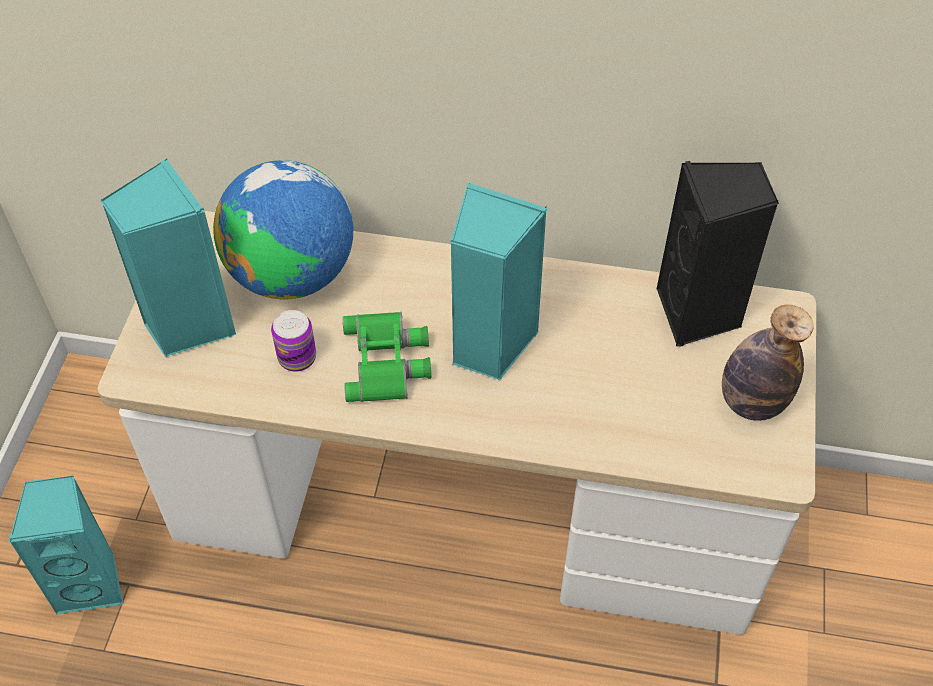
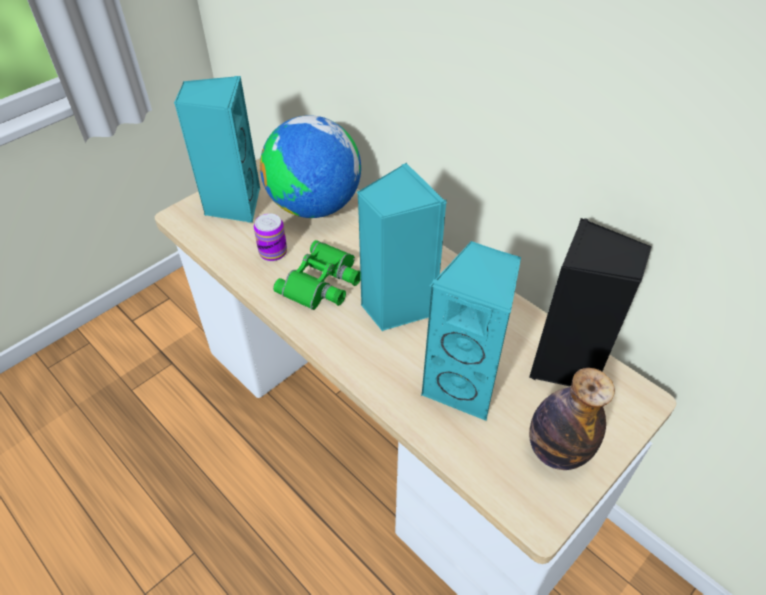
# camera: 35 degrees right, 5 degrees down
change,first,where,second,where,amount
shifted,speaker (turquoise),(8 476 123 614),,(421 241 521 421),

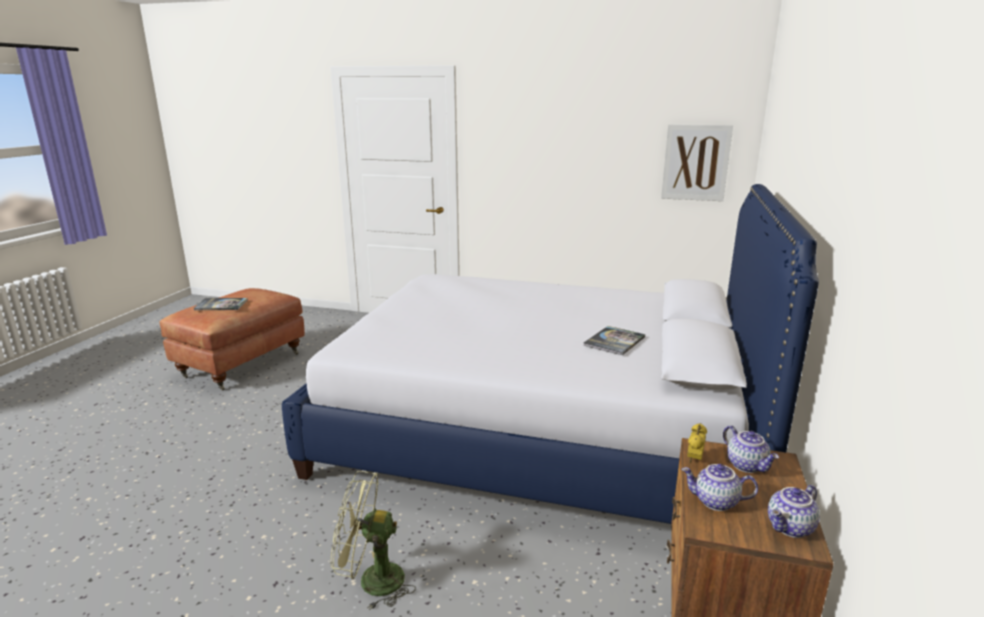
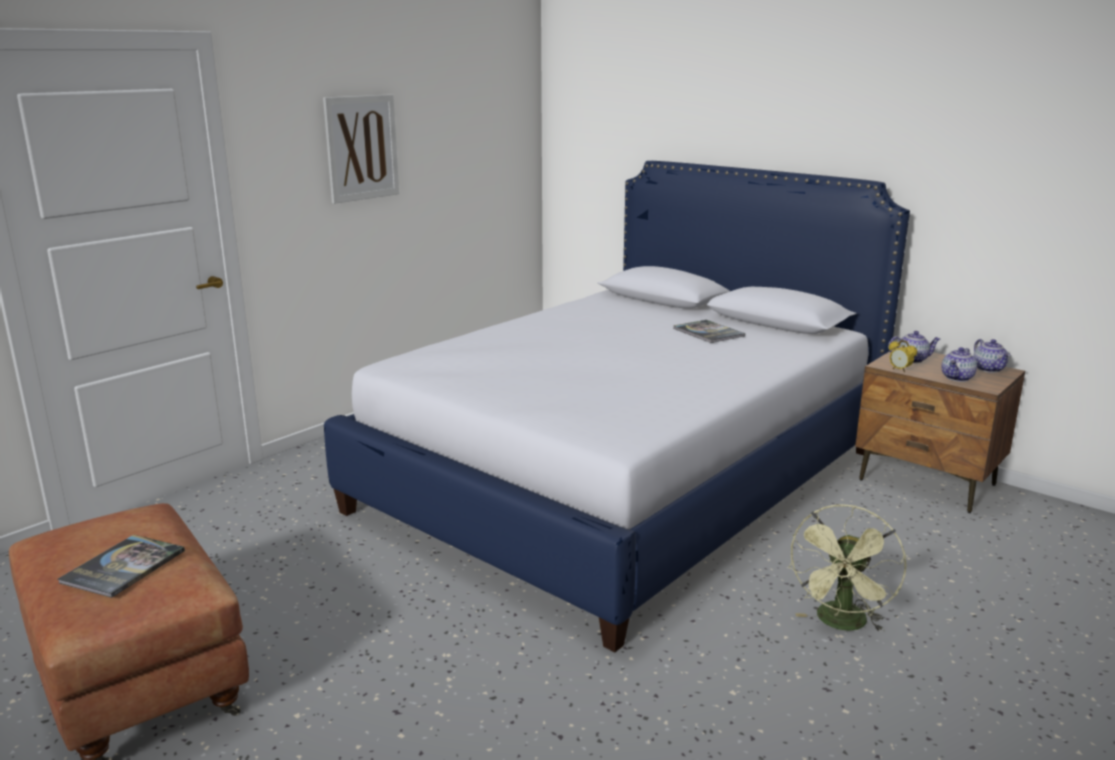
# camera: 65 degrees left, 0 degrees up
change,first,where,second,where,amount
shifted,picture,(661 124 733 201),,(323 94 399 204),

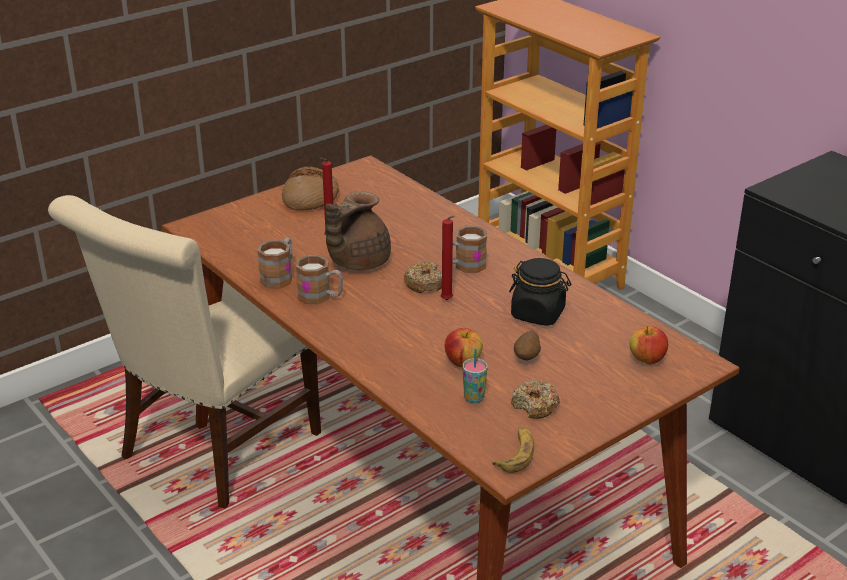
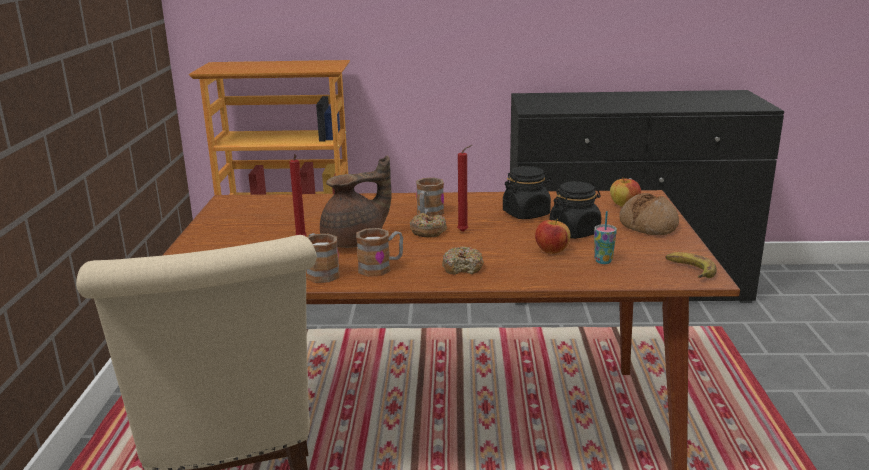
# camera: 50 degrees left, 10 degrees down
change,first,where,second,where,amount
shifted,bread,(282 167 339 210),,(619 193 679 235),
rotated,teapot (brown),(326 191 391 270),,(320 156 391 248),105 degrees counterclockwise
shifted,donut,(511 380 560 419),,(442 247 484 275),
swapped,potato,(514 331 541 361),jar (black),(550 181 601 239),

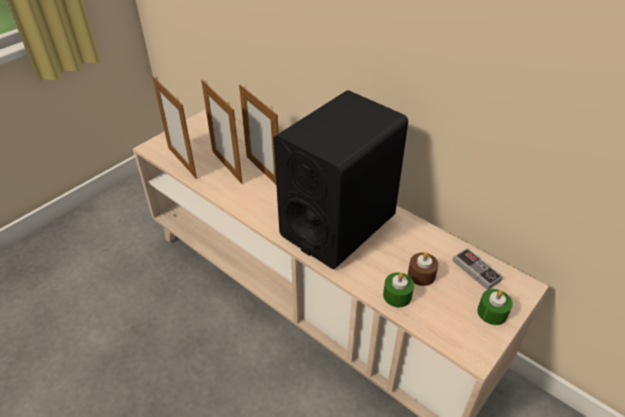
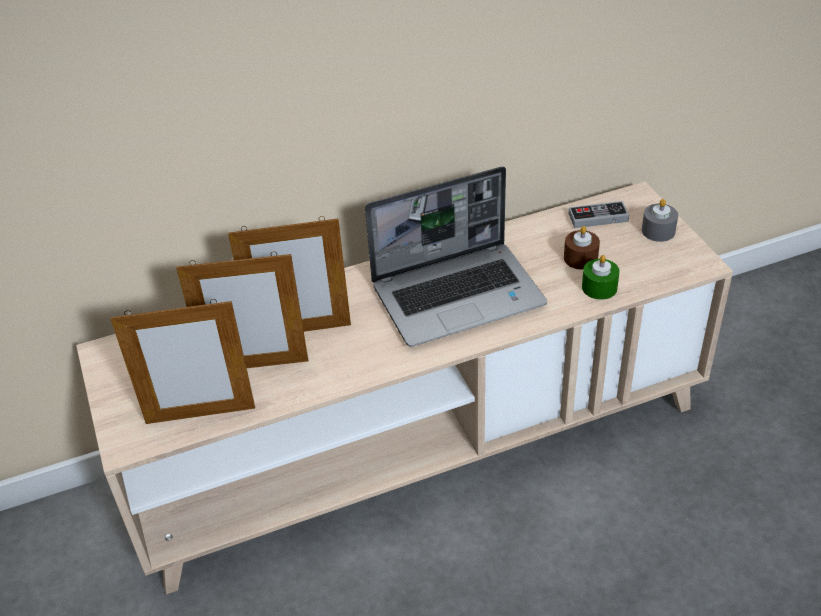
# camera: 60 degrees left, 0 degrees up
change,first,where,second,where,amount
swapped,speaker (black),(273 90 408 269),laptop,(365 166 547 347),
repainted,candle (green),(477 289 513 325),candle (grey),(642 199 678 242),

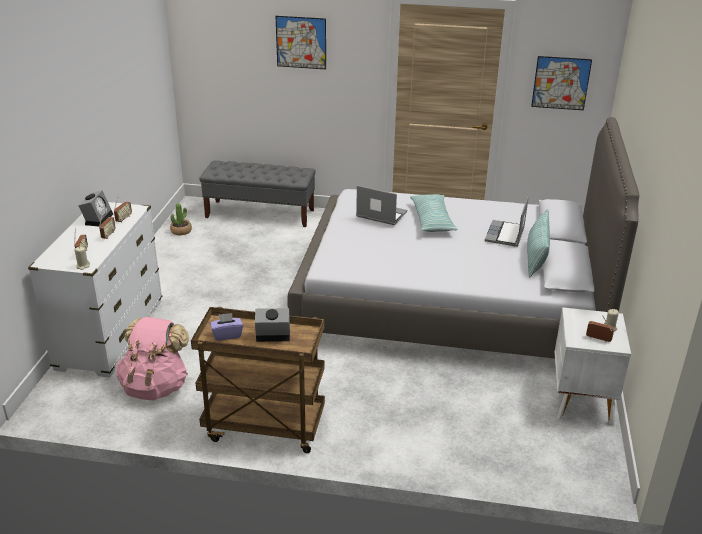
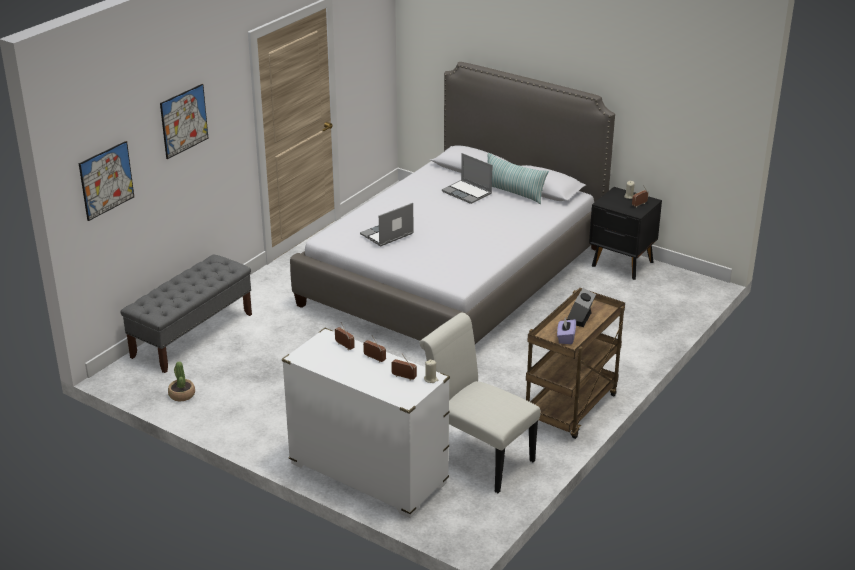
# camera: 65 degrees left, 0 degrees up
change,first,where,second,where,amount
gone,alarm clock,(78 190 113 226),,,
swapped,backpack (pink),(116 317 189 401),chair (white),(419 312 541 493),
gone,pillow,(410 194 458 232),,,
shifted,picture,(531 56 592 110),,(79 141 134 221),
repainted,nightstand (white),(554 307 631 425),nightstand (black),(589 187 662 280),

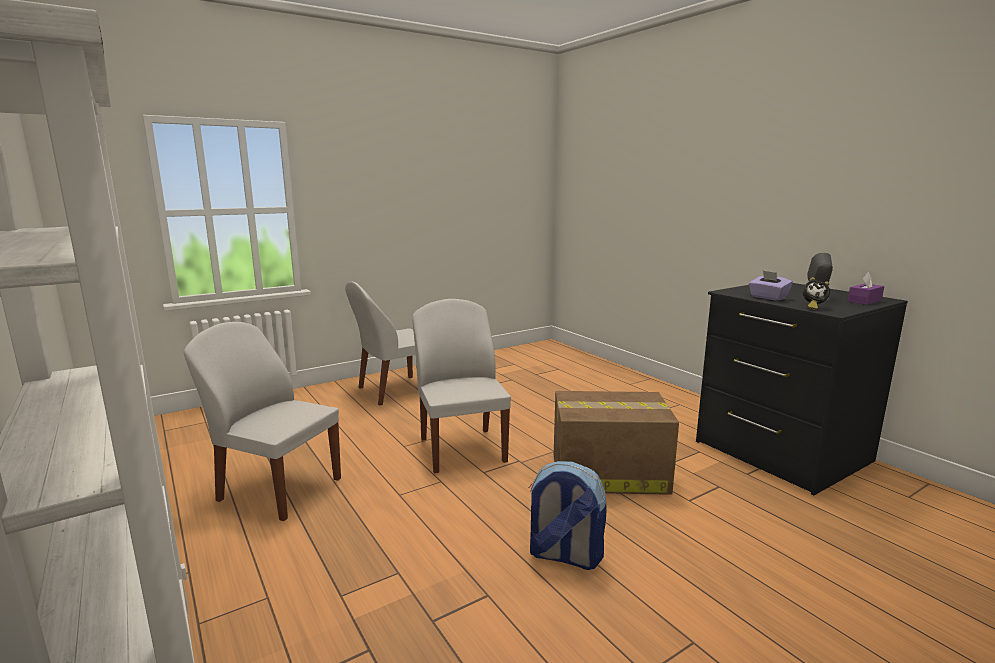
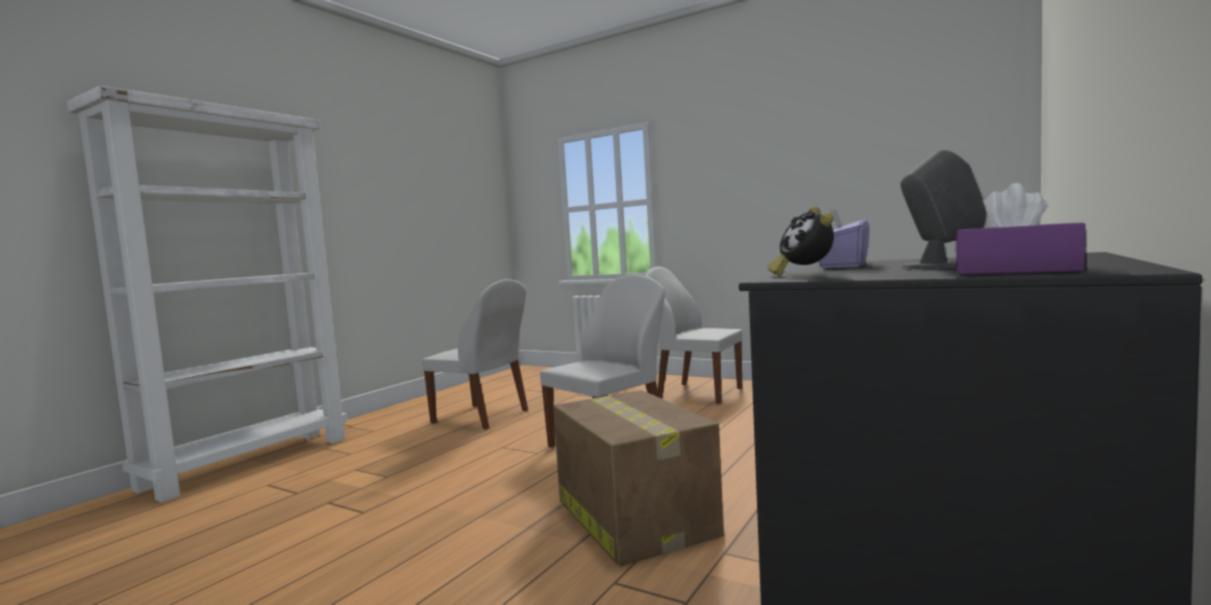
# camera: 65 degrees right, 10 degrees down
change,first,where,second,where,amount
rotated,chair (white),(184 322 341 521),,(422 279 528 430),120 degrees clockwise
gone,backpack,(529 461 607 570),,,

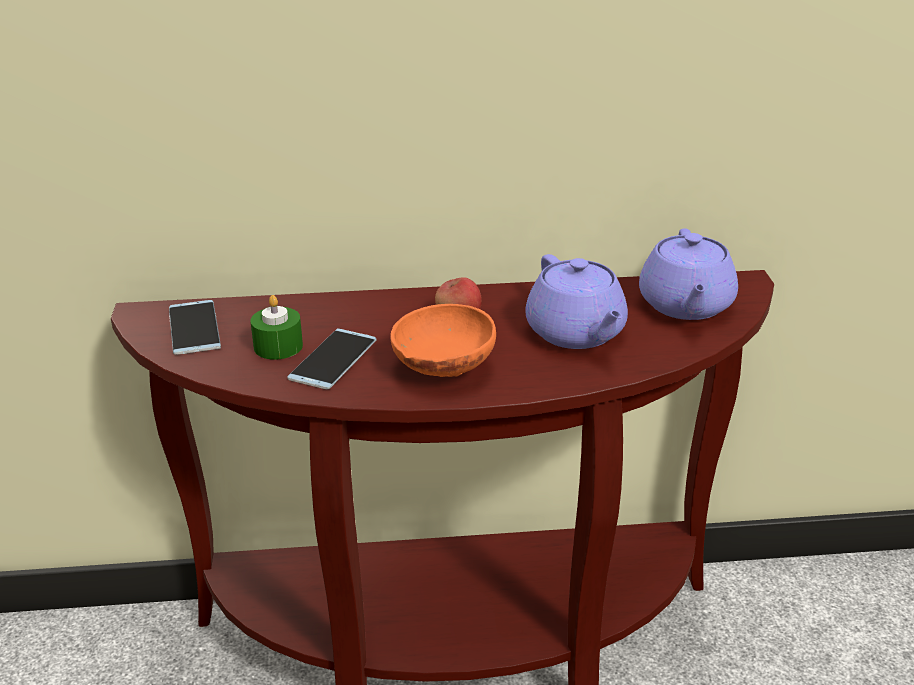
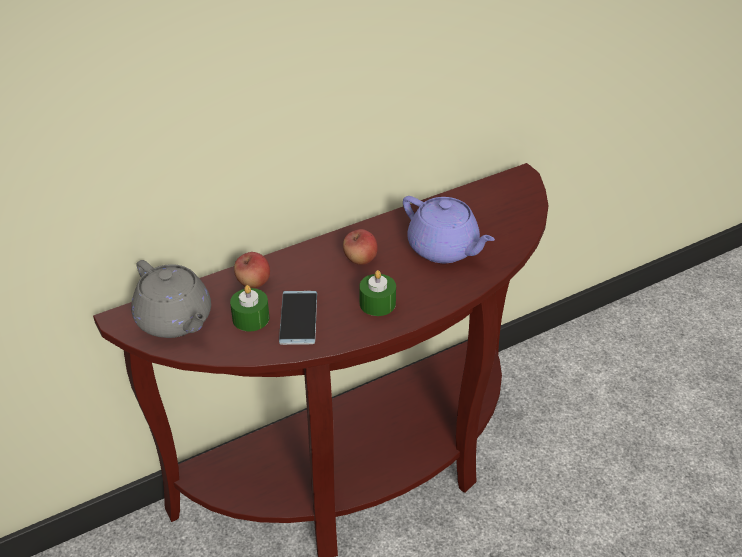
# camera: 25 degrees left, 10 degrees up
change,first,where,second,where,amount
swapped,phone,(169 300 221 355),teapot (grey),(131 260 211 338),
swapped,bowl (orange),(390 304 496 377),candle (green),(359 270 396 316),
gone,teapot (purple),(639 229 738 320),,,
new,,,apple,(234 252 270 288),

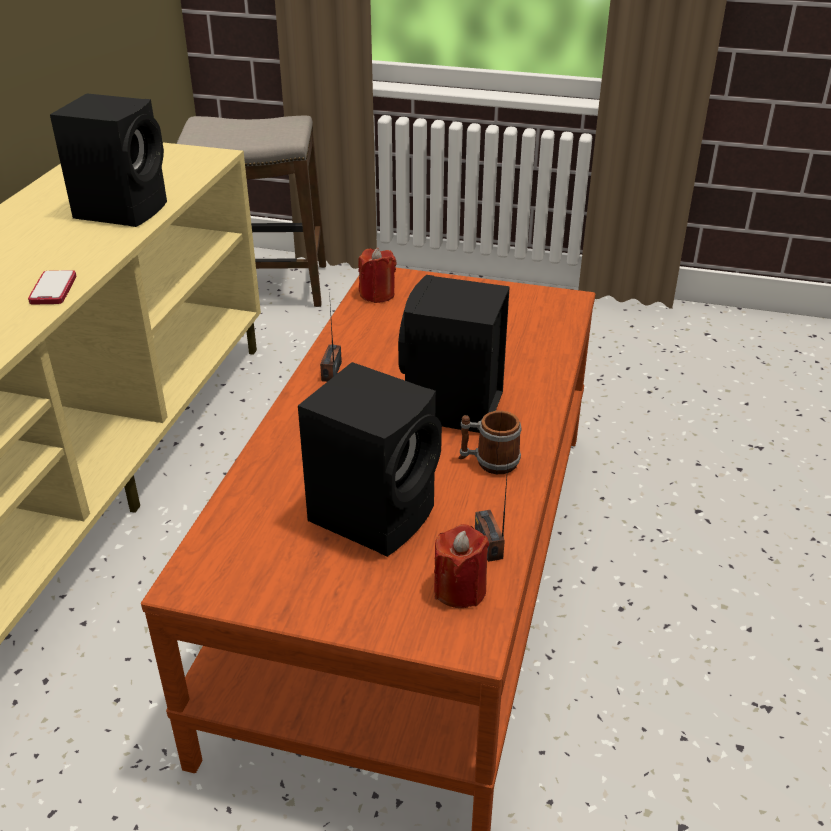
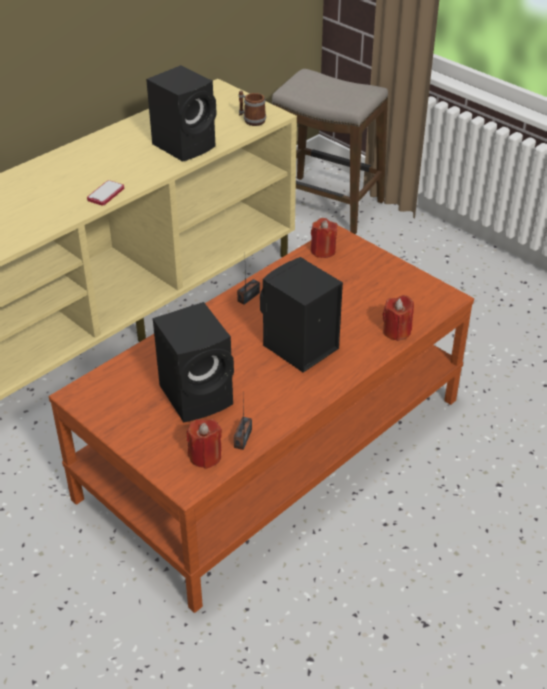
# camera: 30 degrees right, 5 degrees up
change,first,where,second,where,amount
shifted,mug,(458 411 521 474),,(239 91 266 126),
new,,,candle (red),(383 295 414 341),

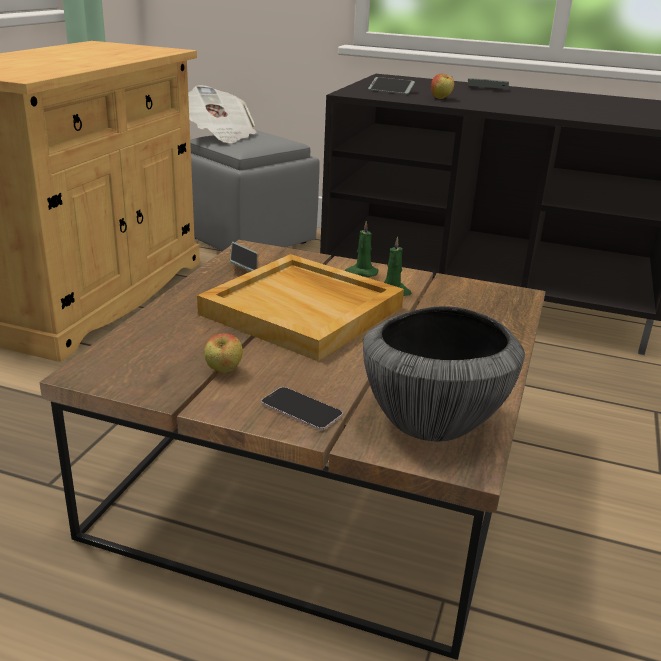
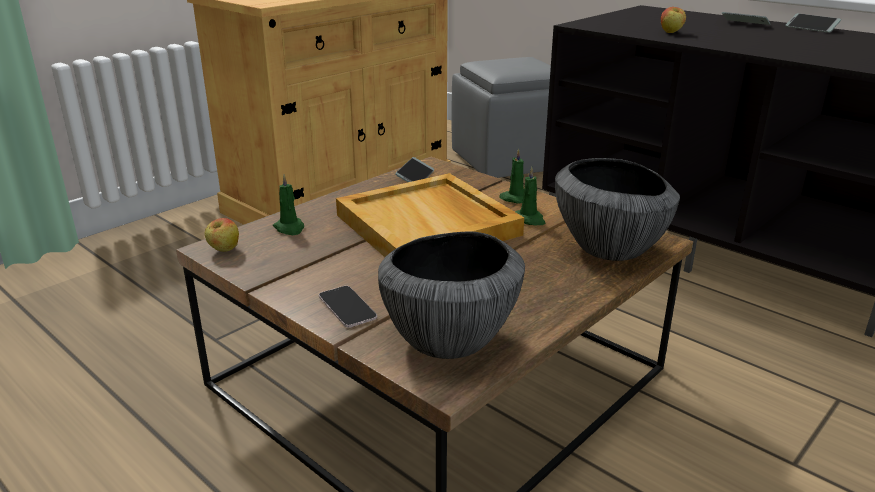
# camera: 25 degrees right, 0 degrees up
change,first,where,second,where,amount
gone,newspaper,(188 85 257 143),,,
shifted,apple,(204 333 243 373),,(205 218 239 252),
shifted,phone,(368 77 415 94),,(785 13 841 33),
new,,,candle (green),(273 174 304 235),
new,,,bowl,(555 158 680 261),

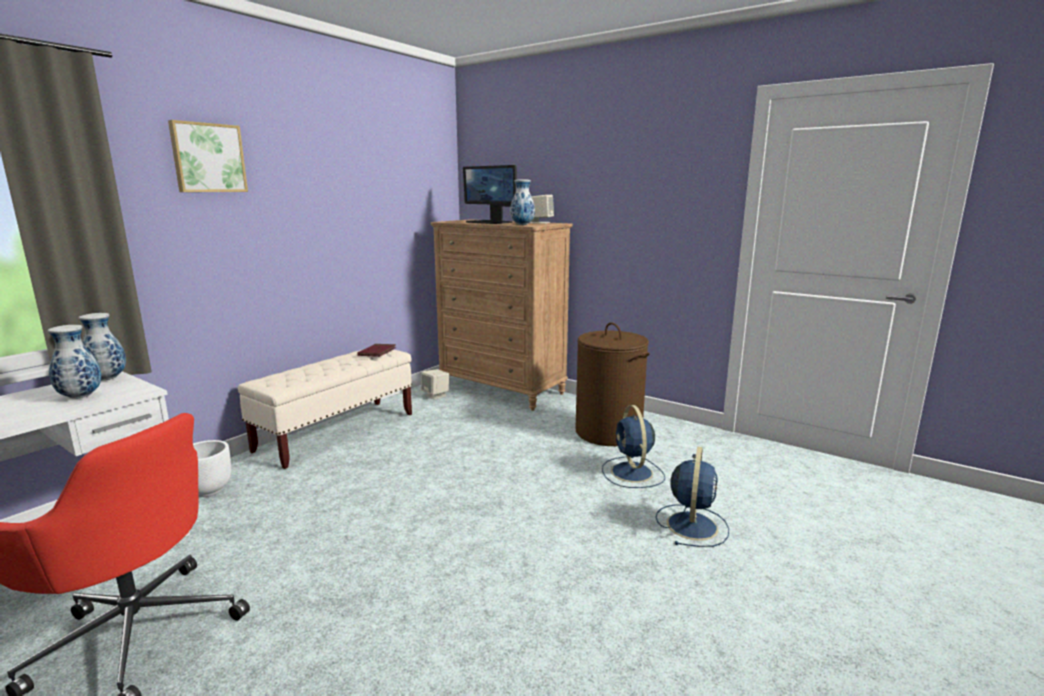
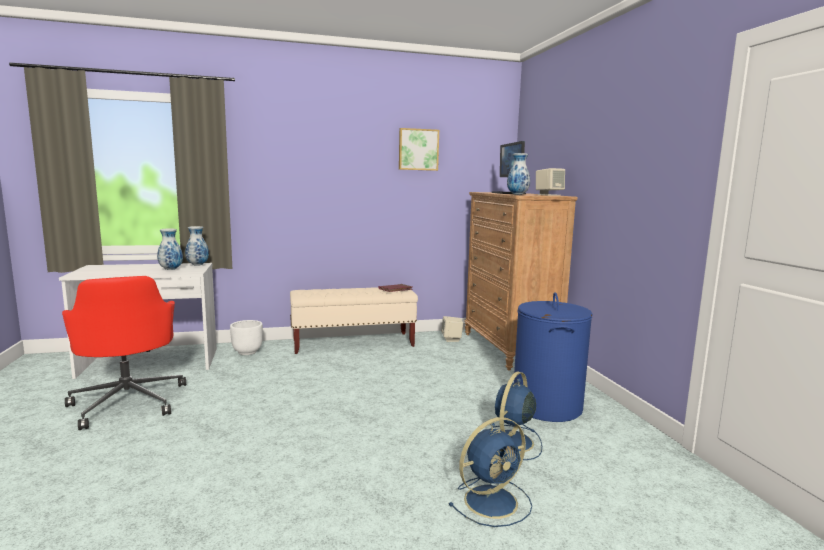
# camera: 40 degrees right, 5 degrees down
change,first,where,second,where,amount
shifted,picture,(168 120 248 192),,(399 128 439 171),
repainted,laundry basket (brown),(575 322 649 446),laundry basket (blue),(514 293 593 422),

